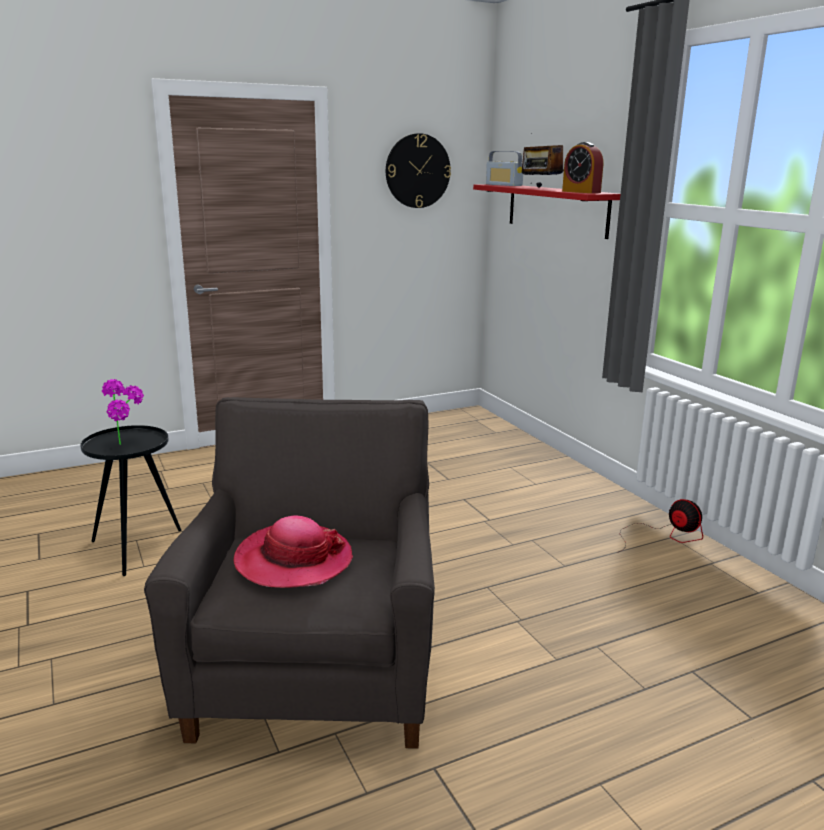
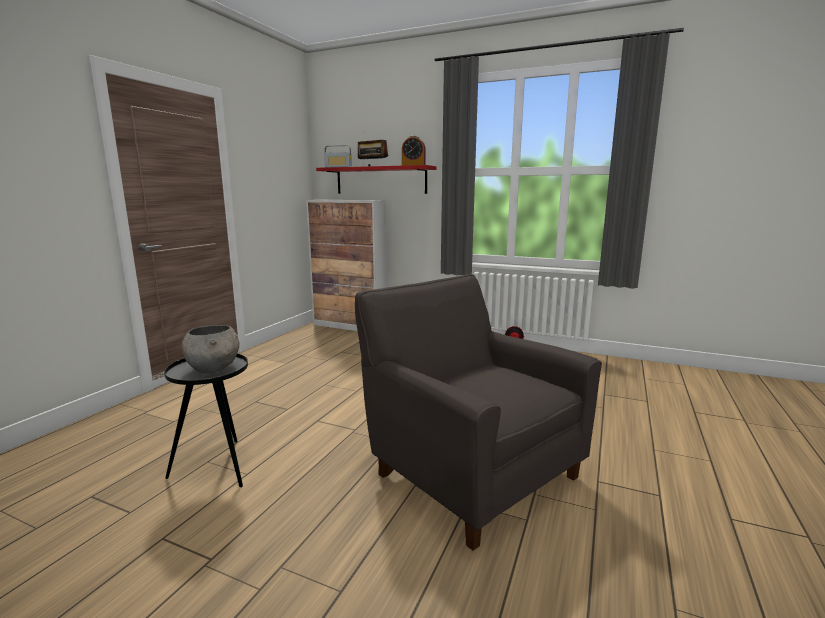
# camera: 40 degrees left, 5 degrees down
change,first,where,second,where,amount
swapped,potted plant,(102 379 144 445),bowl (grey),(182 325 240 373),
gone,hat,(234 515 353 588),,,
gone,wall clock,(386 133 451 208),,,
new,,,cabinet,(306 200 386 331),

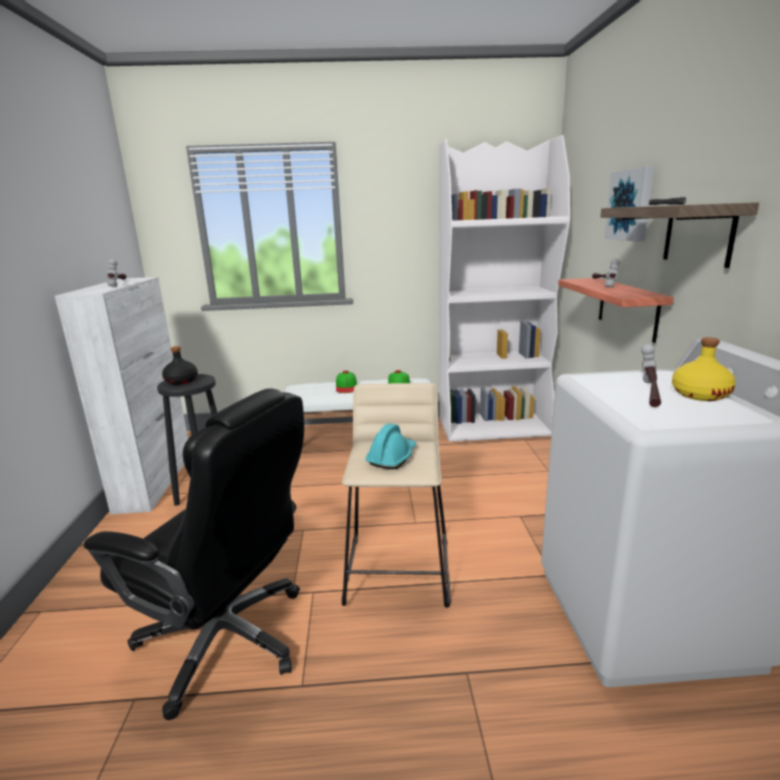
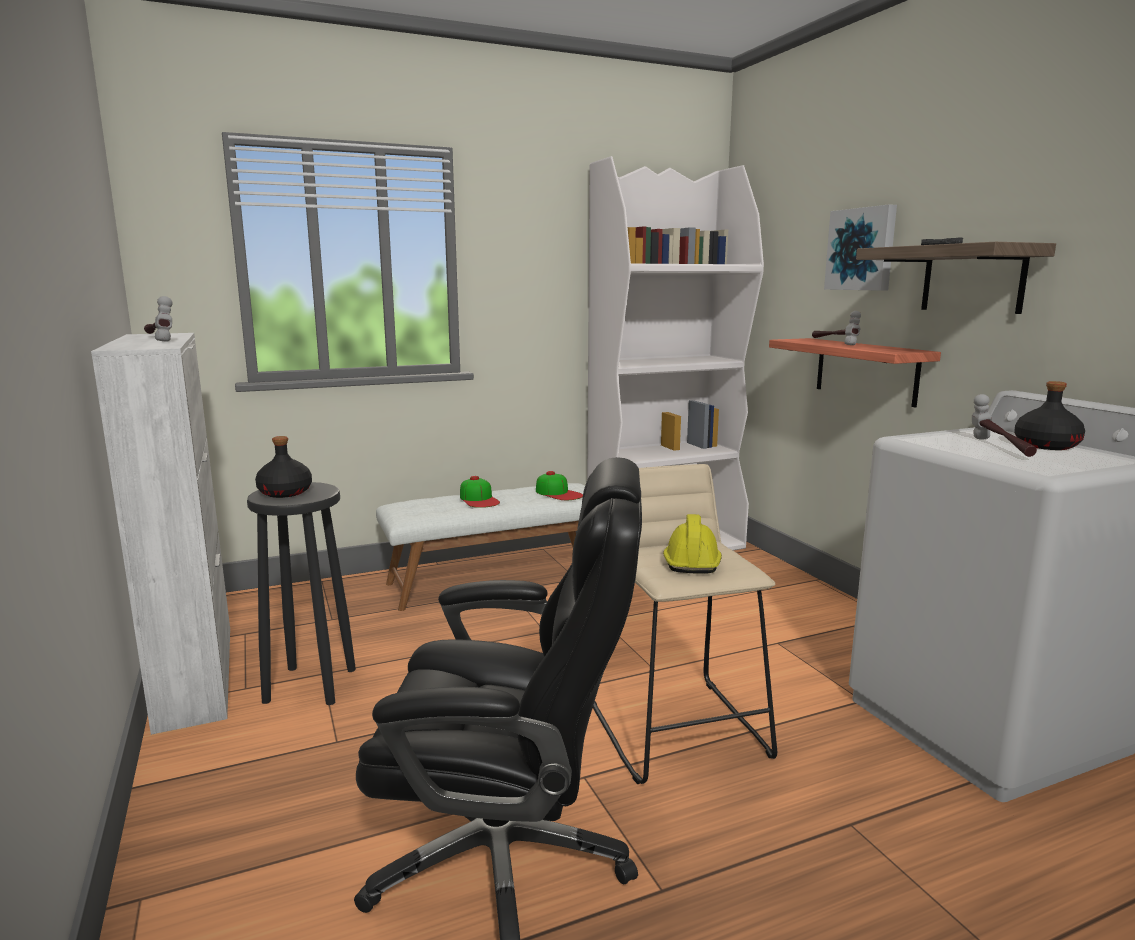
# camera: 20 degrees left, 5 degrees down
change,first,where,second,where,amount
repainted,hard hat (turquoise),(365 424 416 469),hard hat (yellow),(663 514 722 573),
repainted,bottle (yellow),(672 337 736 401),bottle (black),(1014 381 1085 450),

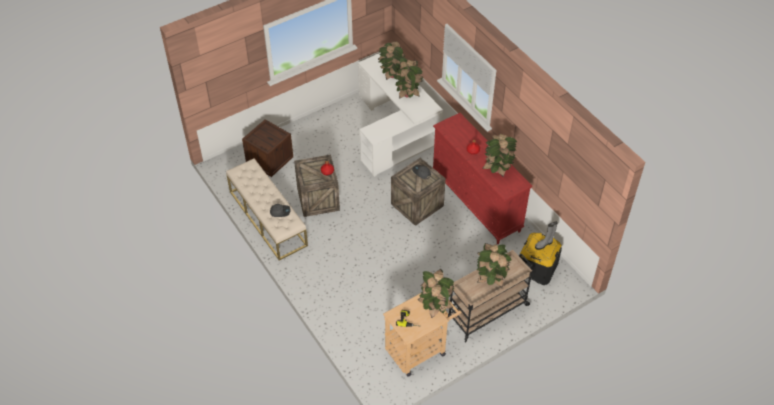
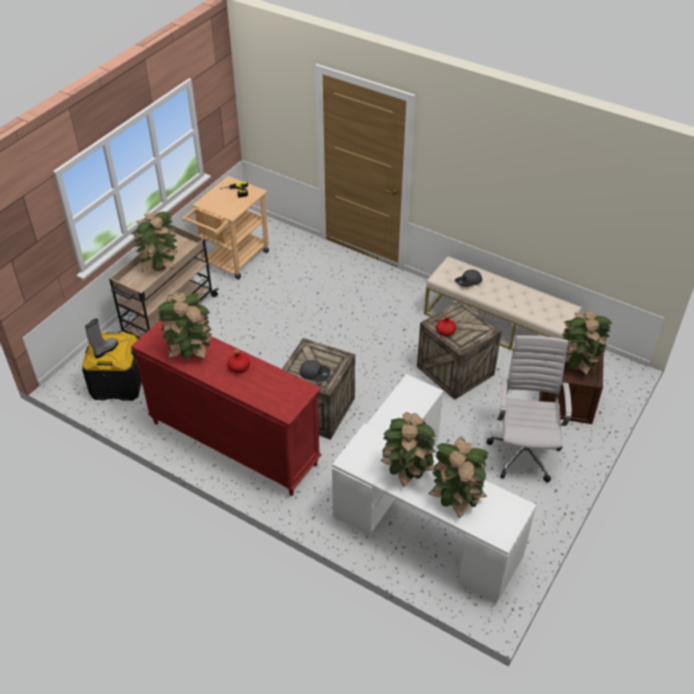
# camera: 155 degrees right, 5 degrees down
change,first,where,second,where,amount
shifted,potted plant,(417 269 454 318),,(563 310 613 376),
new,,,office chair (white),(487 335 572 482),

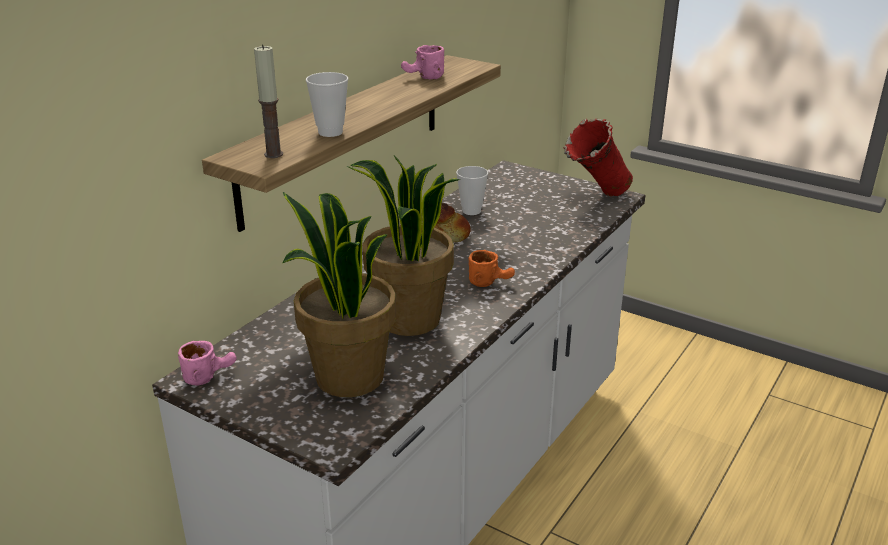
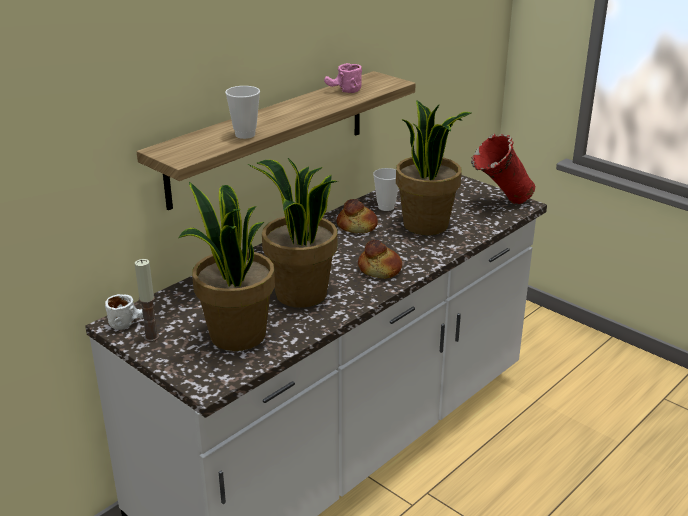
# camera: 10 degrees right, 0 degrees up
change,first,where,second,where,amount
repainted,mug (pink),(178 341 237 386),mug (white),(105 294 143 330),
shifted,candle,(254 45 283 158),,(135 259 159 342),
swapped,mug (orange),(468 250 515 287),bread,(358 240 402 279),
new,,,potted plant,(396 100 472 235),

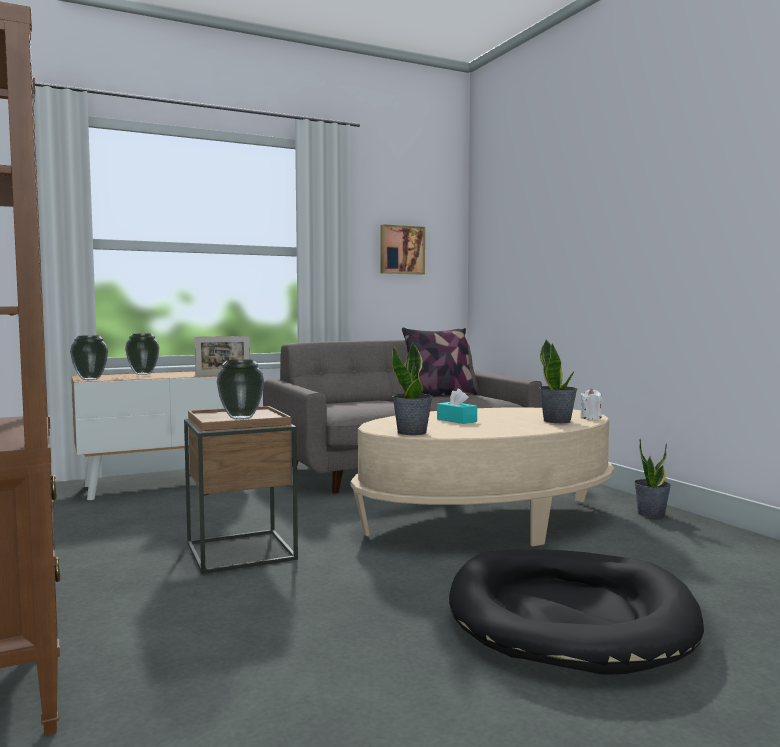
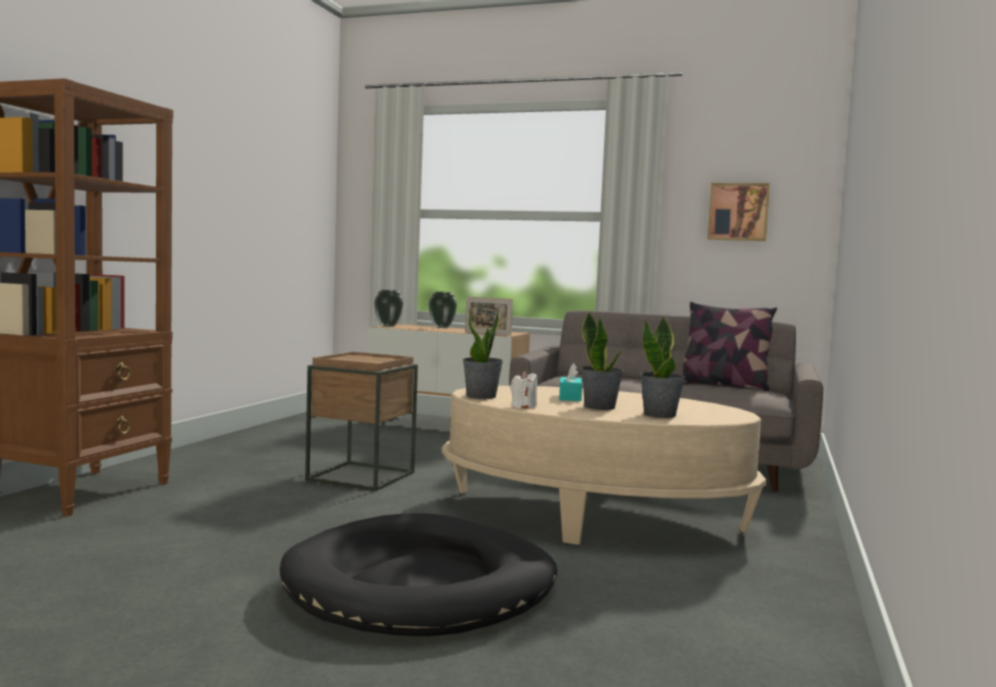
# camera: 45 degrees right, 0 degrees up
change,first,where,second,where,amount
gone,vase,(217 359 264 420),,,
shifted,candle (white),(581 388 602 419),,(510 371 537 408),
shifted,potted plant,(634 439 671 518),,(581 312 624 410),

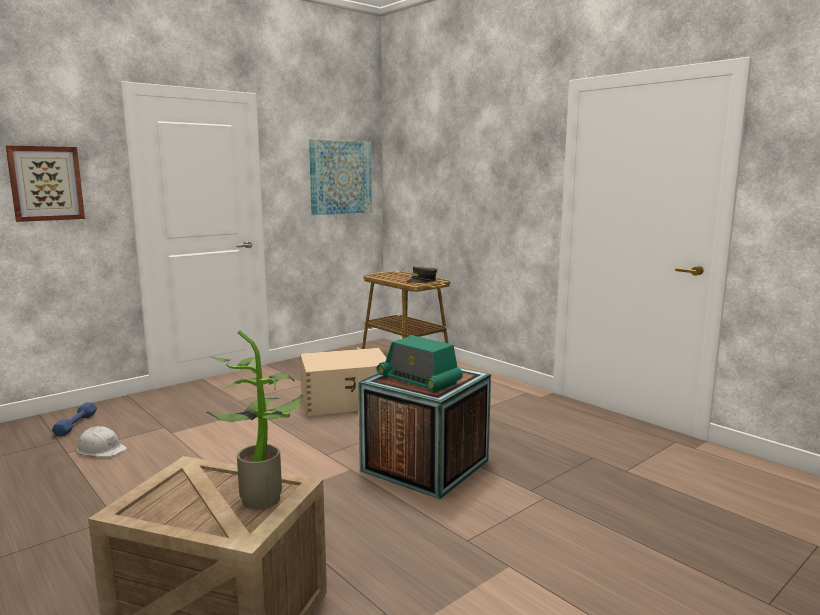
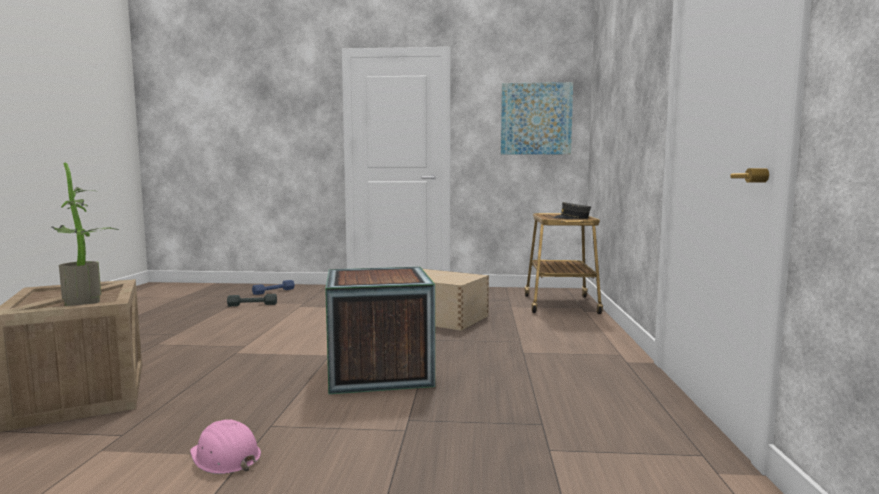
# camera: 45 degrees right, 5 degrees down
change,first,where,second,where,amount
gone,picture,(6 145 85 222),,,
swapped,hard hat (white),(77 426 127 457),dumbbell (grey),(227 294 277 306),
gone,radio,(377 335 463 393),,,
new,,,hard hat (pink),(190 419 261 474),

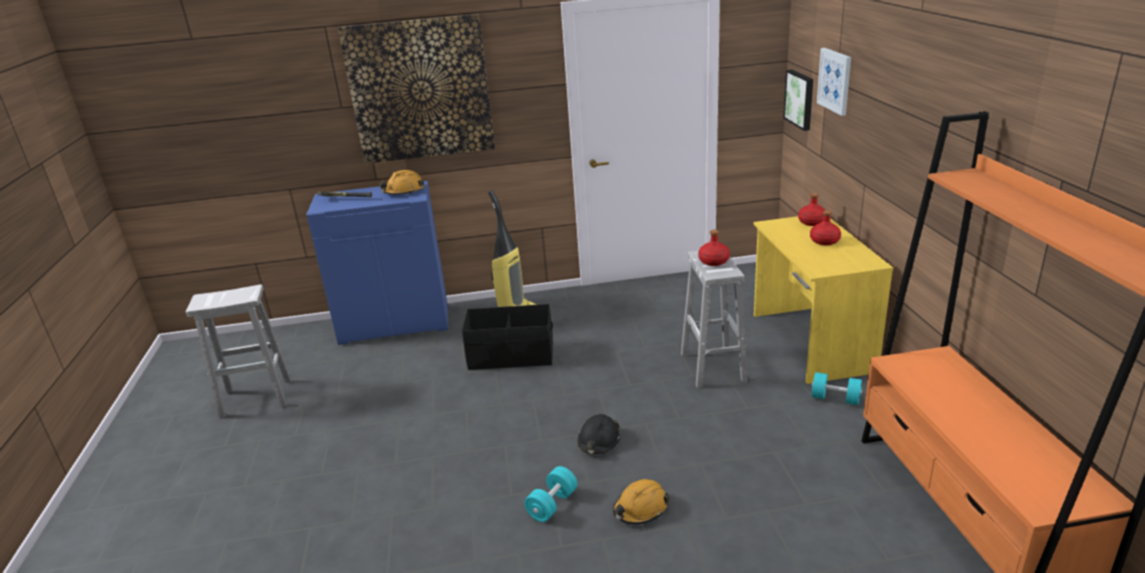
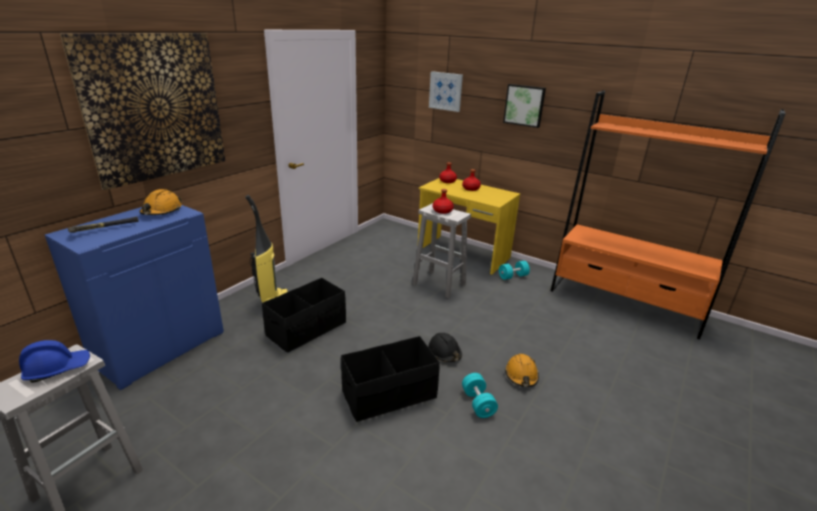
# camera: 50 degrees left, 0 degrees up
change,first,where,second,where,amount
shifted,picture,(783 70 813 131),,(503 84 546 128),
new,,,hard hat (blue),(19 340 90 383),
new,,,storage box (black),(341 336 440 422),

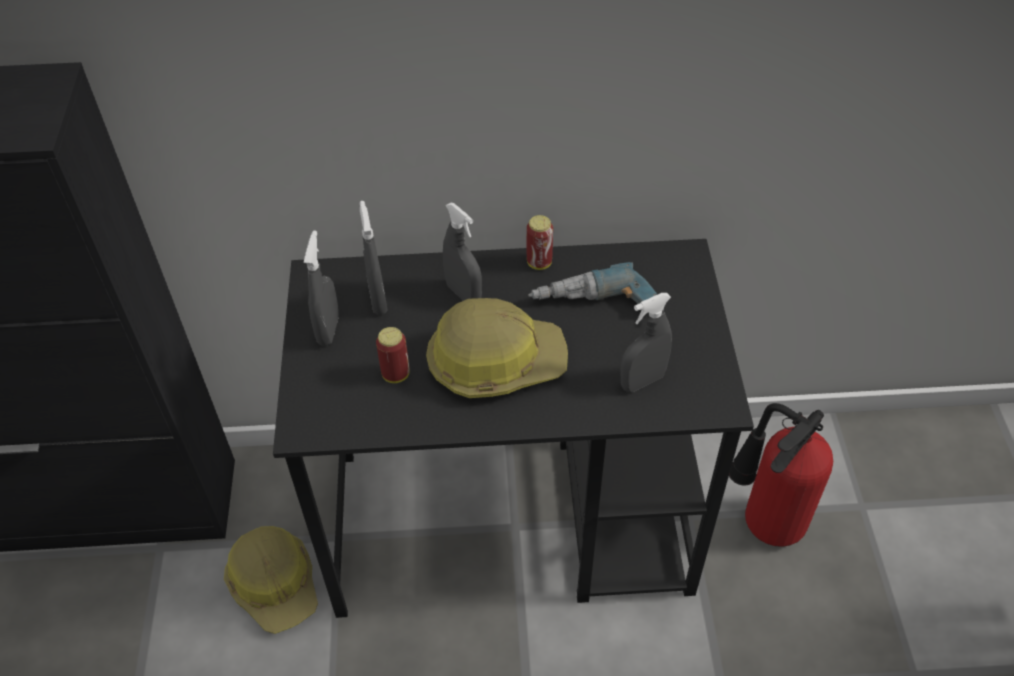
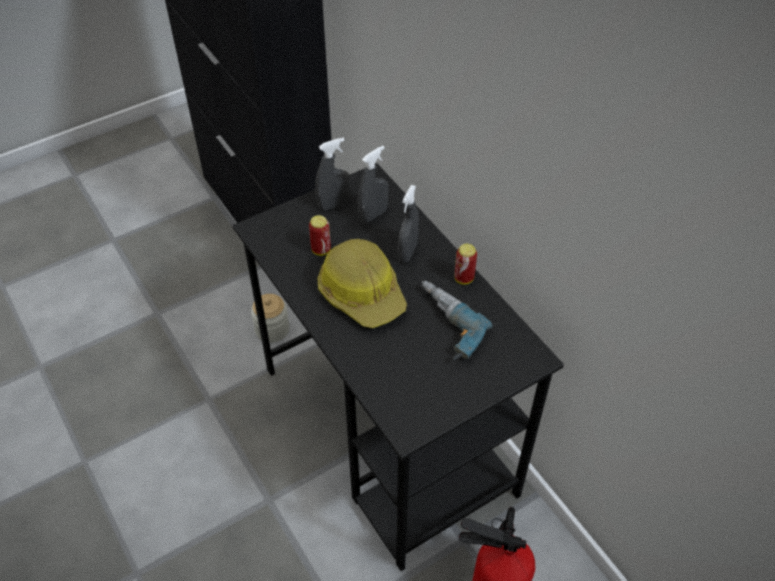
# camera: 60 degrees right, 0 degrees up
change,first,where,second,where,amount
swapped,hard hat,(224 526 318 634),jar,(251 294 289 343),
gone,spray bottle (grey),(620 293 672 392),,,

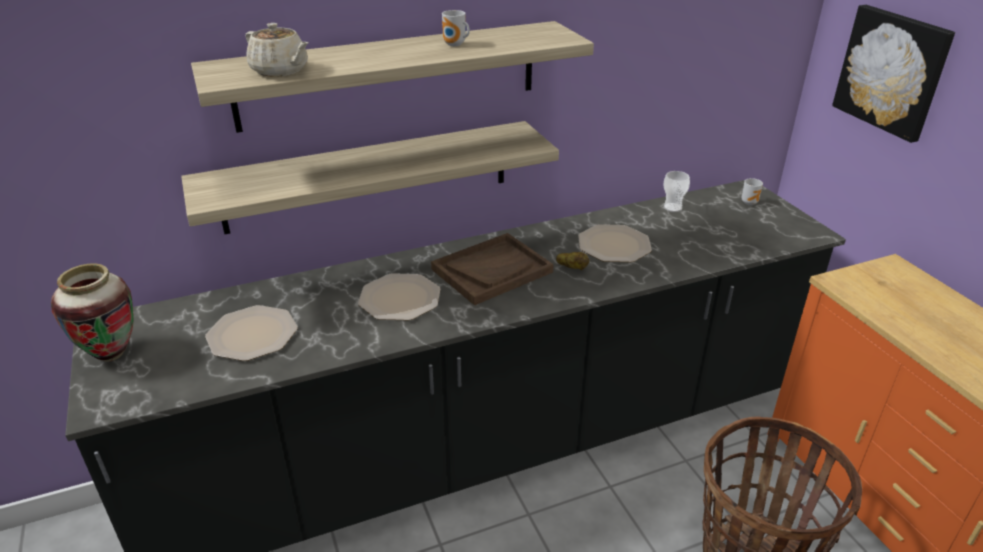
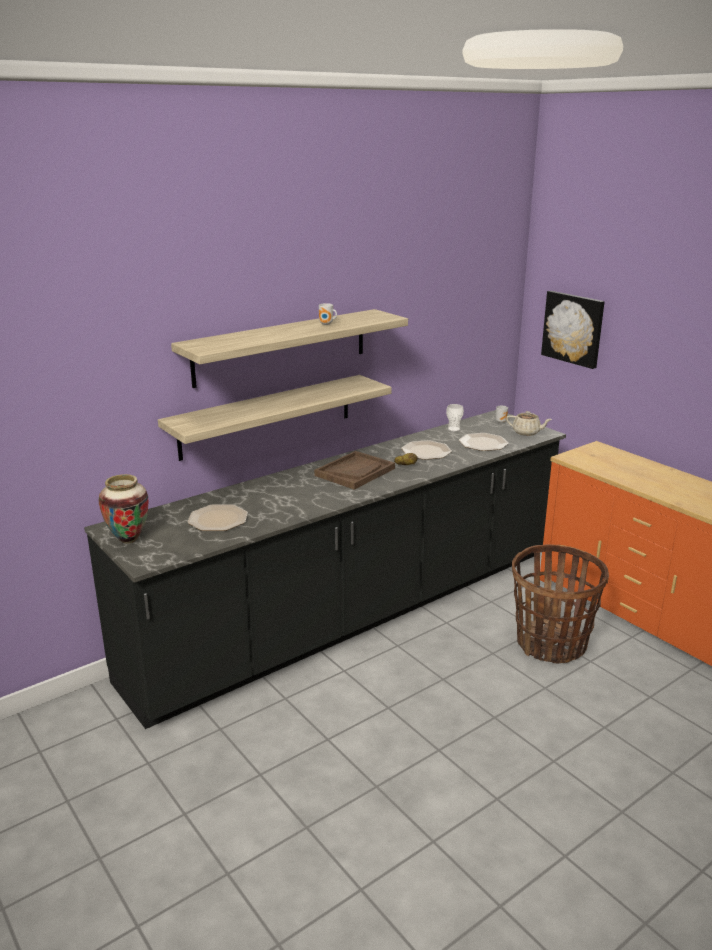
# camera: 15 degrees left, 10 degrees down
change,first,where,second,where,amount
shifted,teapot (beige),(246 23 308 77),,(506 411 552 436),
shifted,plate,(358 273 441 321),,(459 433 508 451),

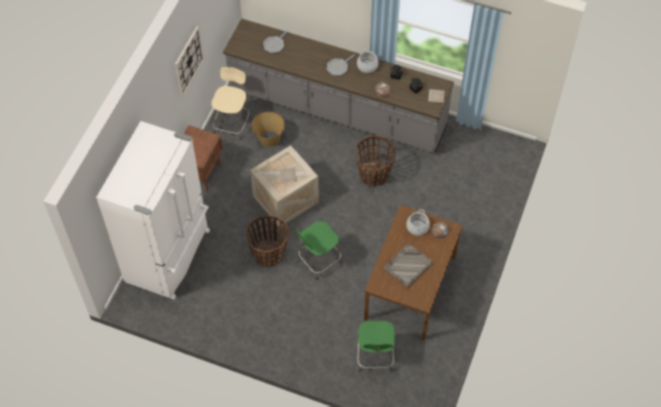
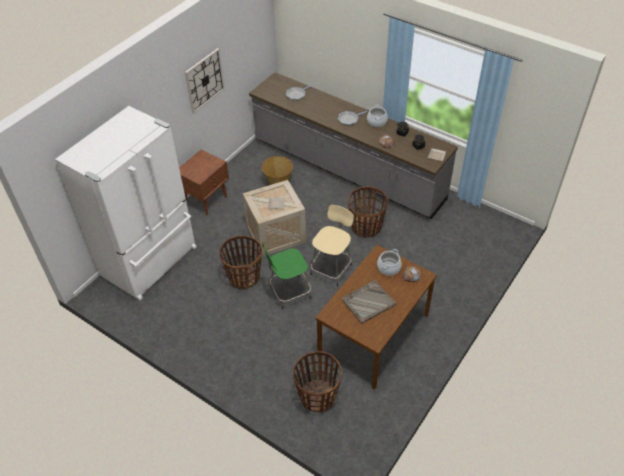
# camera: 15 degrees right, 10 degrees down
change,first,where,second,where,amount
shifted,stool (beige),(211 67 250 140),,(311 205 354 286),
swapped,stool (green),(357 321 395 372),basket,(293 351 342 412),

